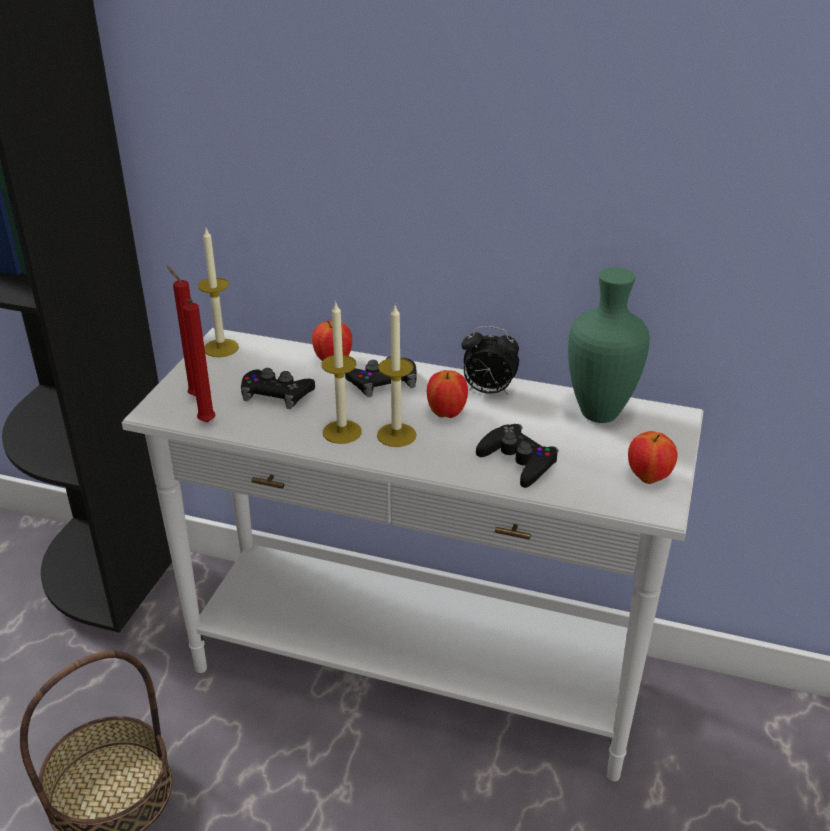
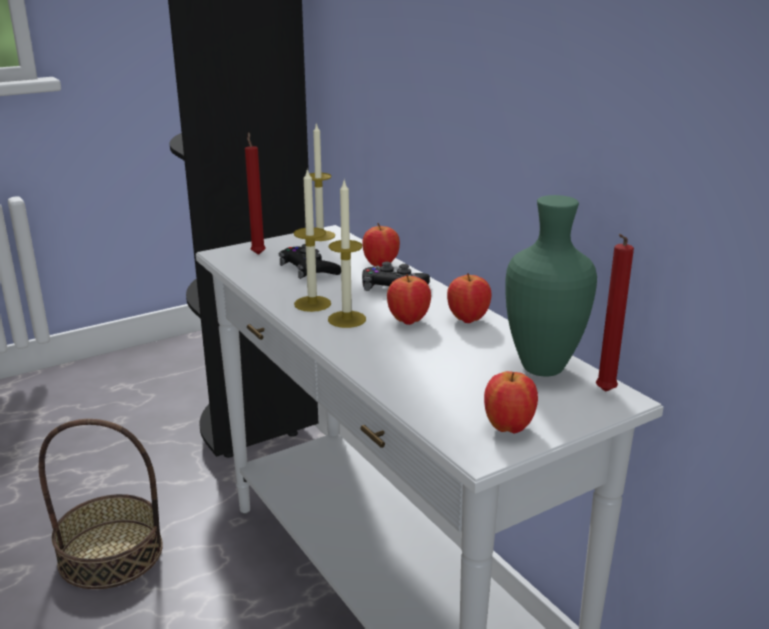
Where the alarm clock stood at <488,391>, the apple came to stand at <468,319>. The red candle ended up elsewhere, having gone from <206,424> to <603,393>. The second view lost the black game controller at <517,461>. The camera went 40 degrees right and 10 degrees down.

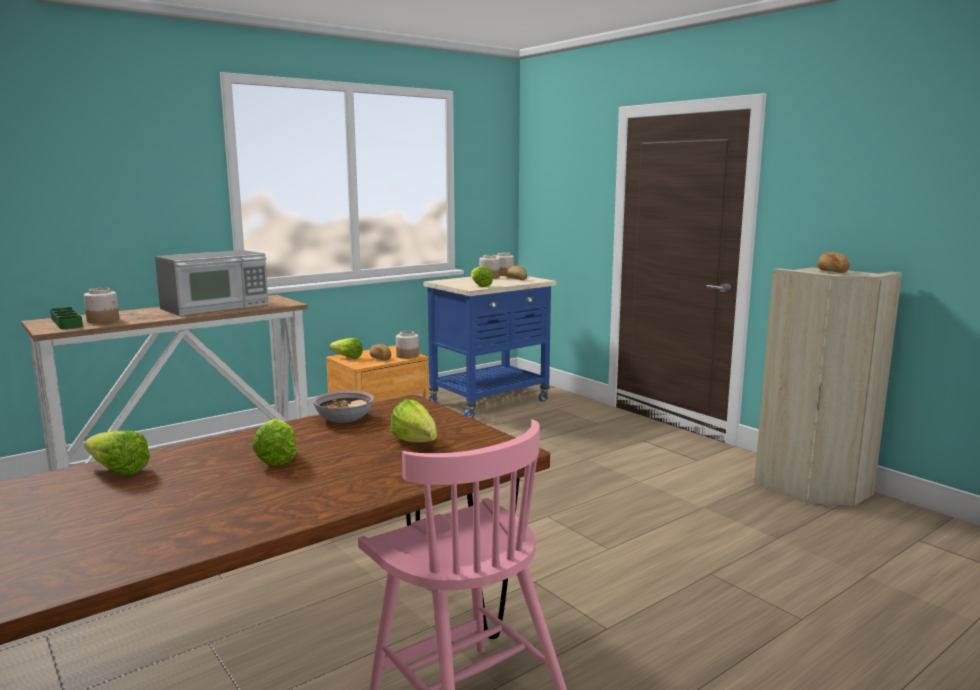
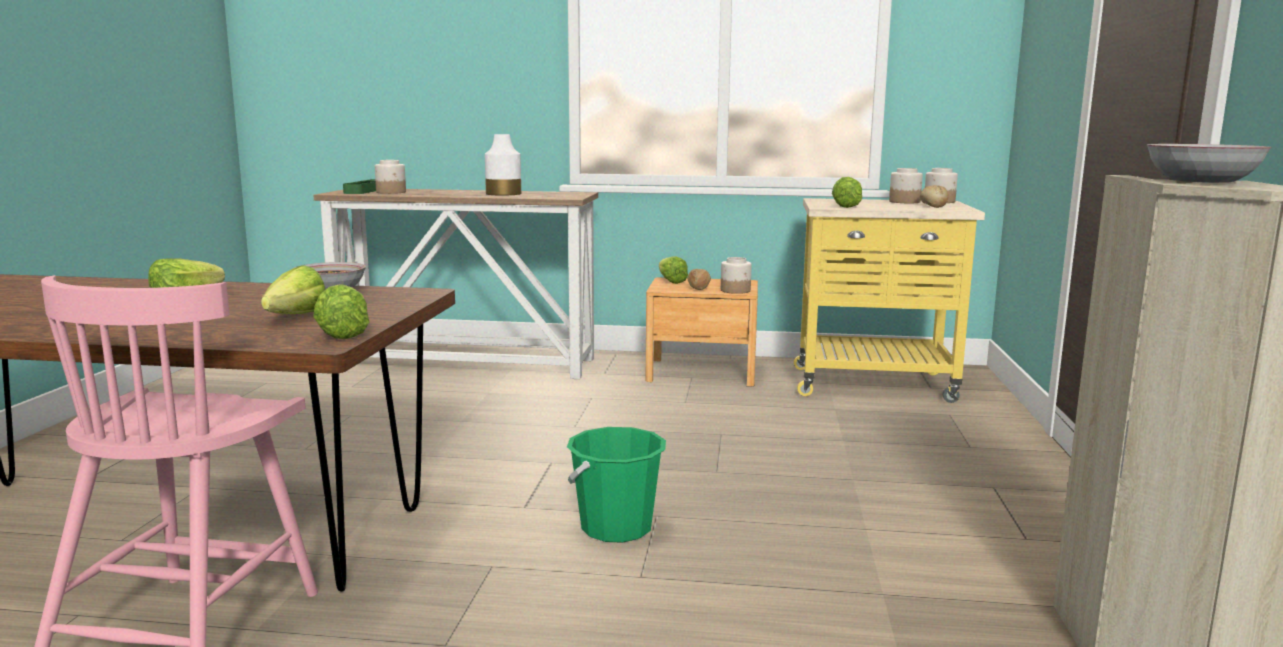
The lettuce ended up elsewhere, having gone from <115,469> to <344,332>. Where the microwave stood at <216,307>, the white vase came to stand at <504,193>. The second view gained the green bucket at <616,527>. What was the blue cart at <489,401> turned into the yellow cart at <874,384>. Where the bread stood at <832,272>, the bowl came to stand at <1201,182>. The camera went 45 degrees right and 0 degrees up.

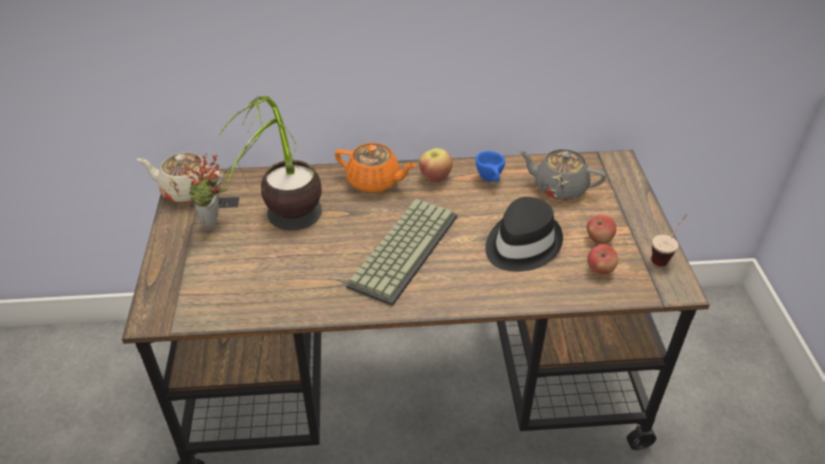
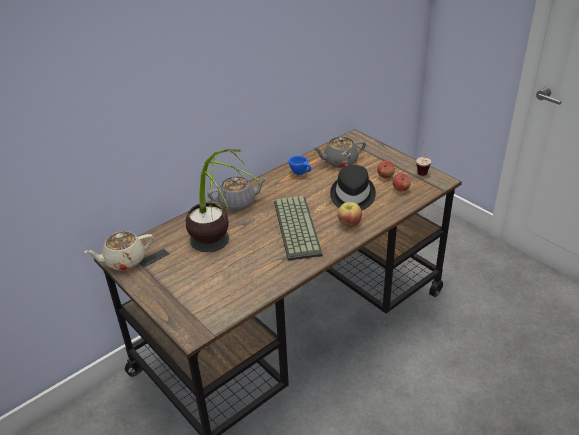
What was the orange teapot at <374,182> turned into the grey teapot at <238,203>. The apple ended up elsewhere, having gone from <434,177> to <349,223>. The second view lost the potted plant at <214,223>. The camera went 35 degrees left and 5 degrees down.

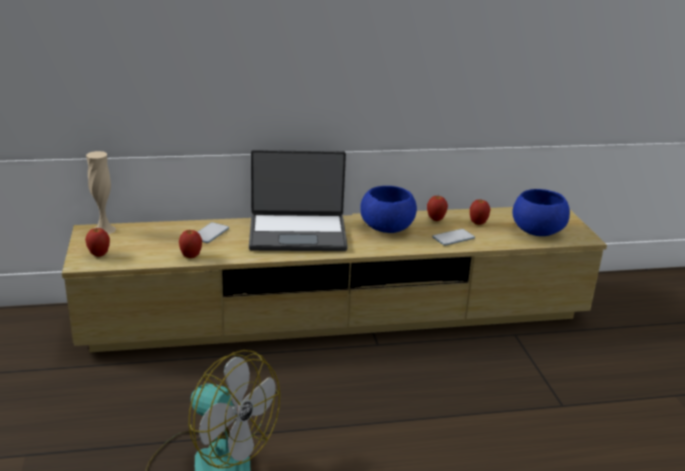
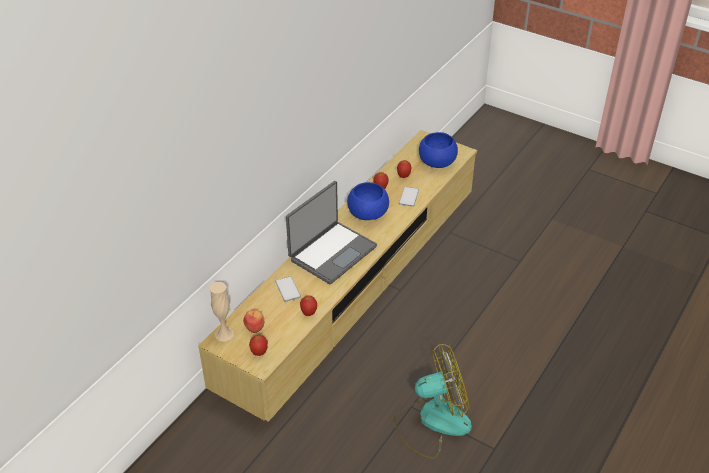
The second view gained the apple at <255,327>. The camera went 45 degrees left and 15 degrees up.

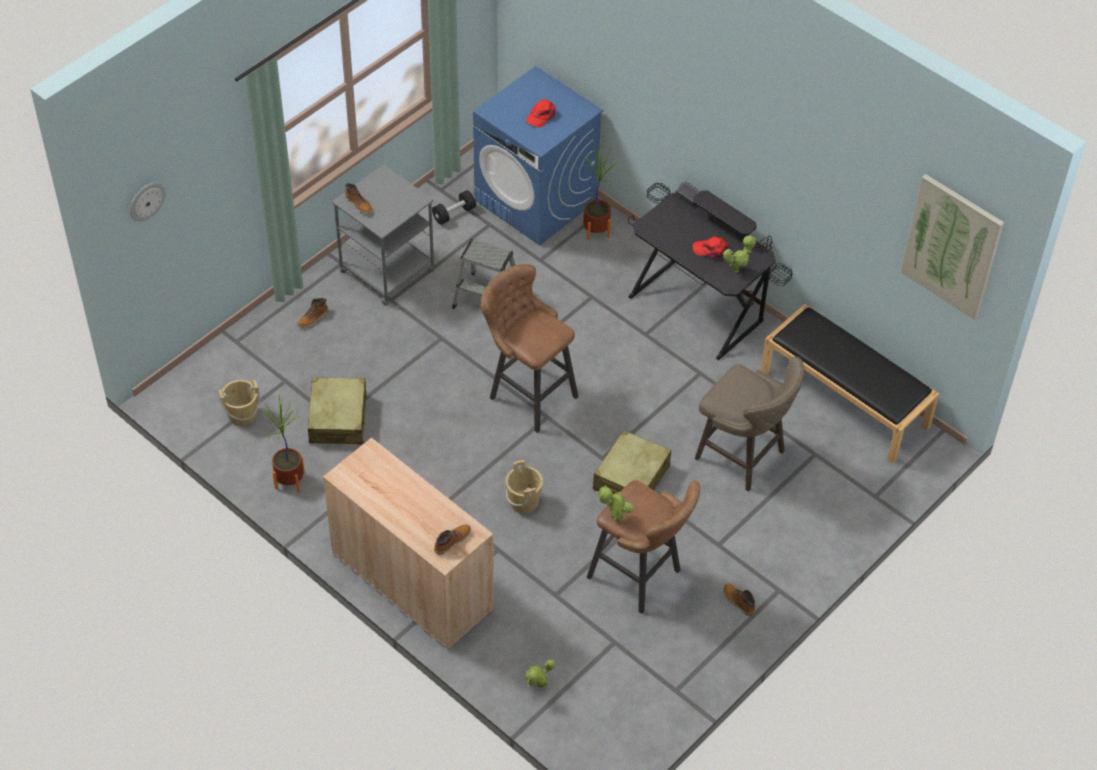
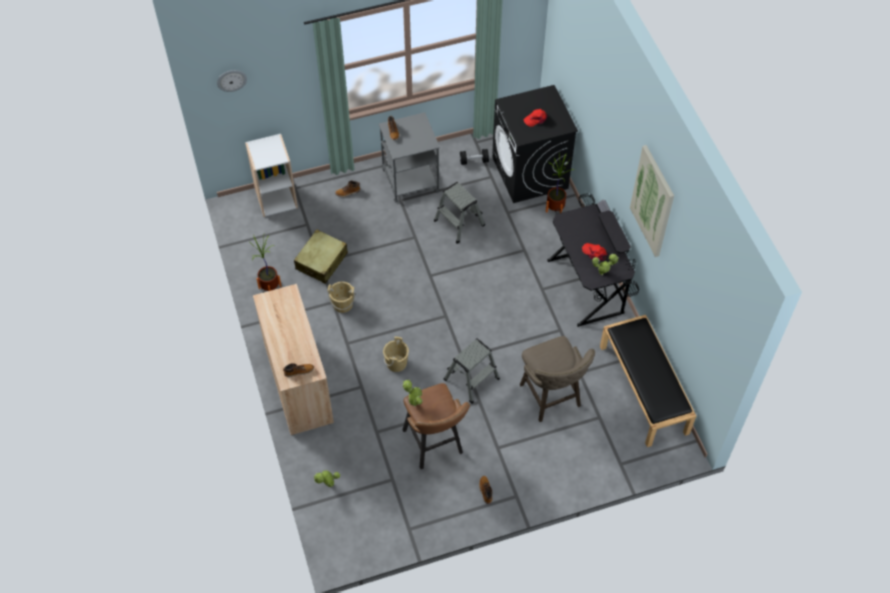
The second view gained the bookcase at <276,198>. The beige bucket ended up elsewhere, having gone from <242,414> to <343,304>. Where the beige suitcase stood at <631,478>, the grey step ladder came to stand at <471,379>. What was the blue washing machine at <536,201> turned into the black washing machine at <530,173>. The picture ended up elsewhere, having gone from <952,246> to <652,201>. The second view lost the brown stool at <526,391>. The camera went 30 degrees right and 5 degrees up.

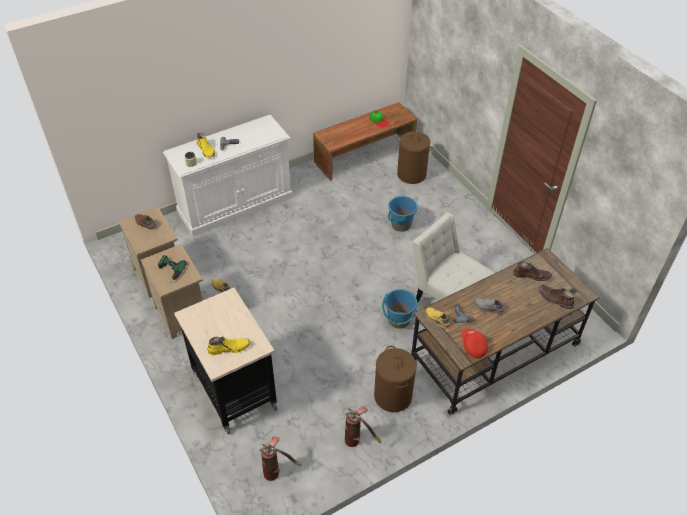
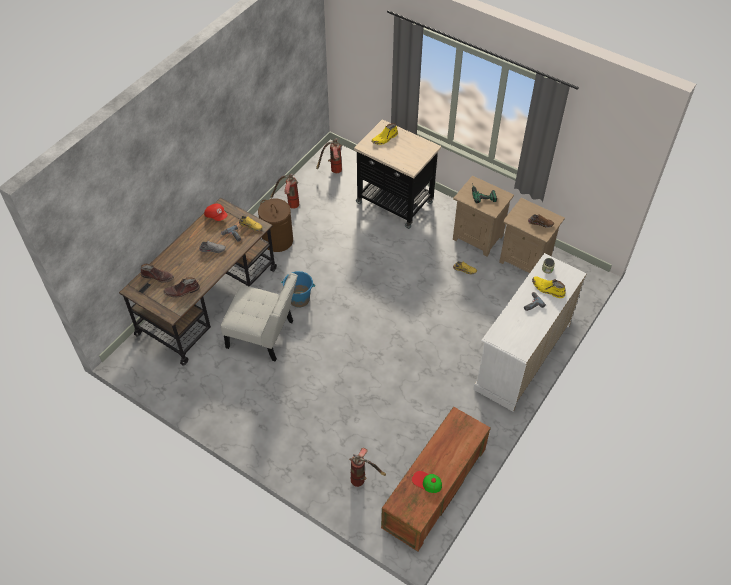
Where the brown laundry basket stood at <412,174>, the fire extinguisher came to stand at <363,478>. The second view lost the blue bucket at <401,224>. The camera went 155 degrees right and 5 degrees up.

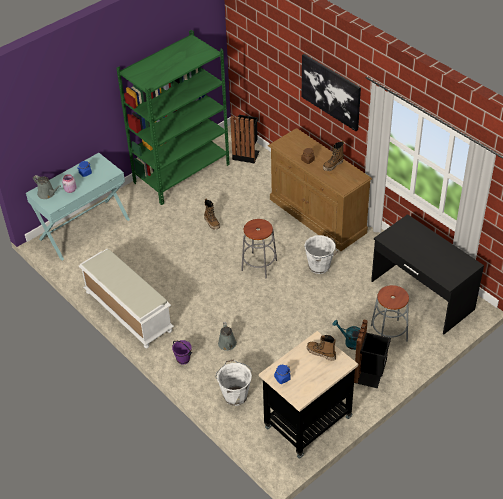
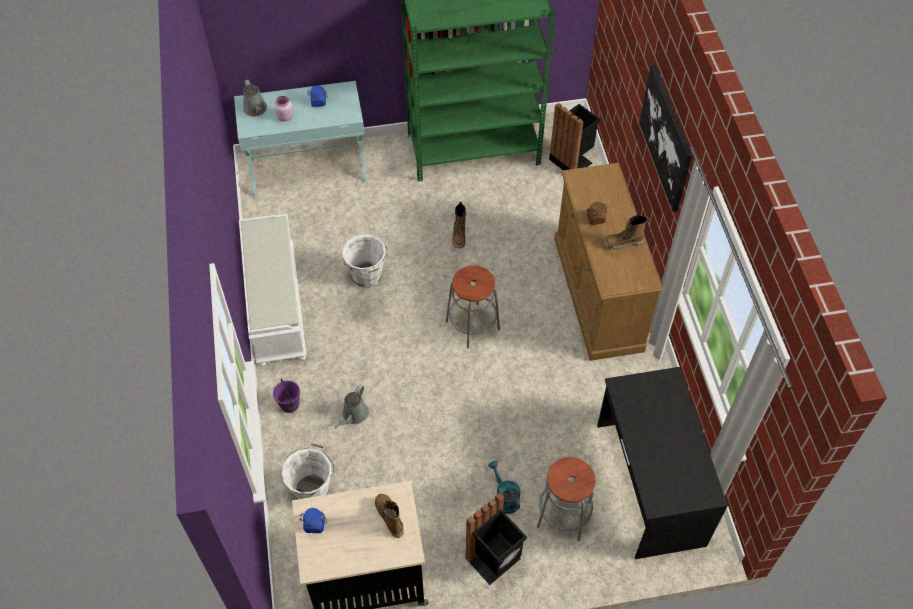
The white bucket ended up elsewhere, having gone from <320,266> to <367,277>. The camera went 30 degrees right and 10 degrees up.

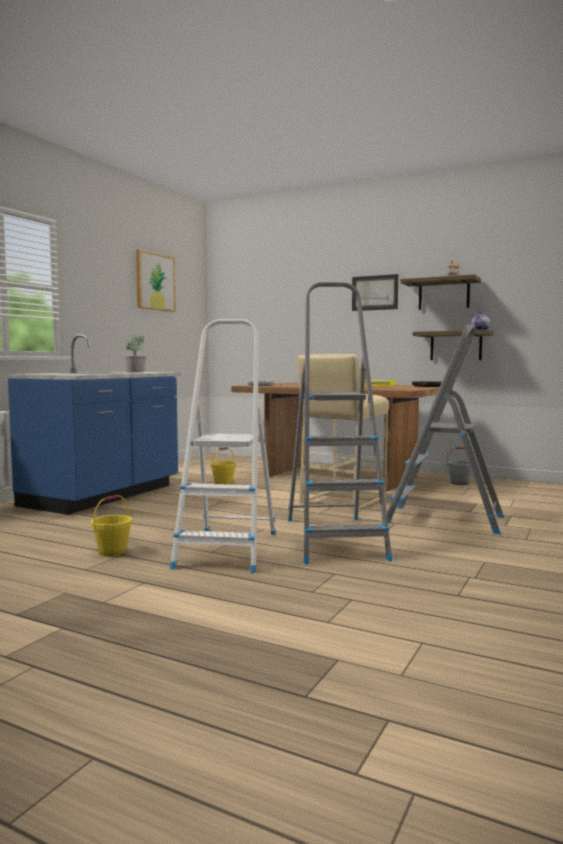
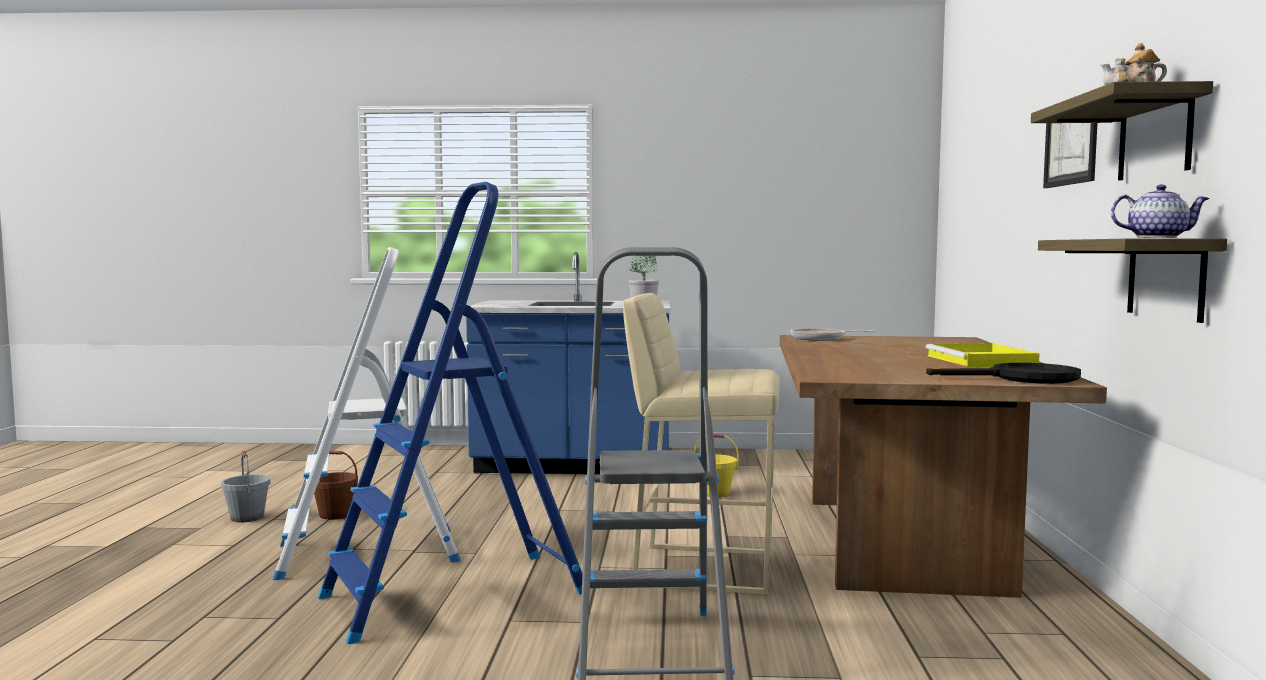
The grey bucket ended up elsewhere, having gone from <459,483> to <247,518>. What was the yellow bucket at <112,552> turned into the brown bucket at <335,515>. What was the grey step ladder at <334,538> turned into the blue step ladder at <452,595>. The second view lost the picture at <155,281>. The camera went 65 degrees right and 0 degrees up.

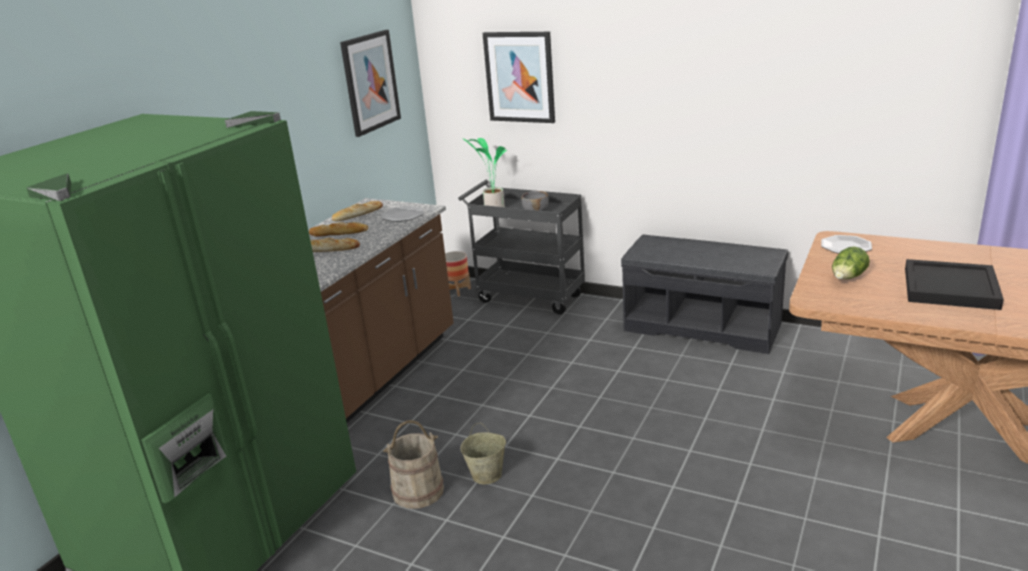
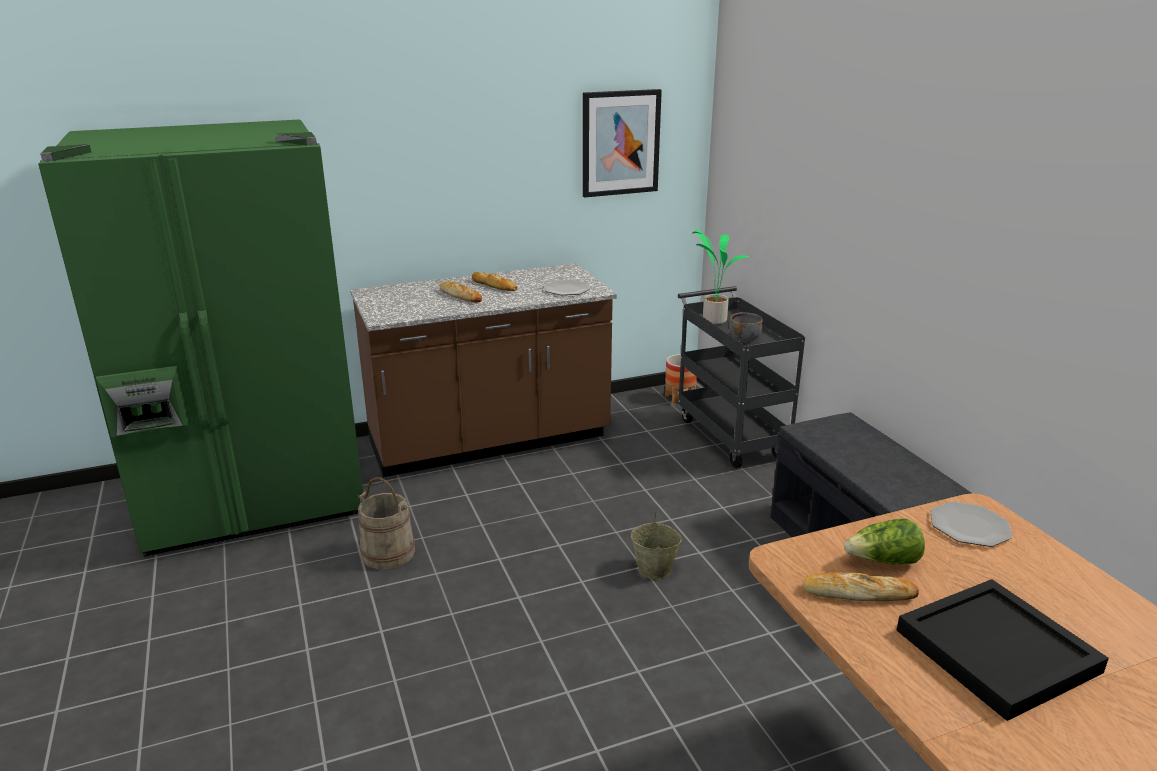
The beige bucket ended up elsewhere, having gone from <487,474> to <655,569>. The bread ended up elsewhere, having gone from <357,214> to <858,593>. The second view lost the picture at <520,77>. The camera went 40 degrees right and 0 degrees up.

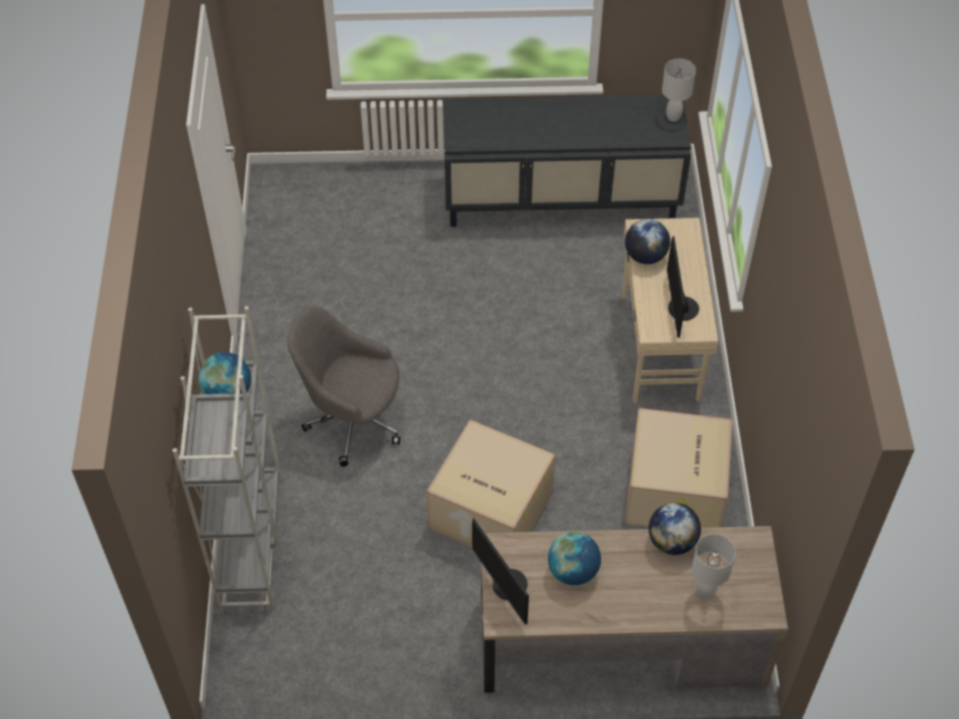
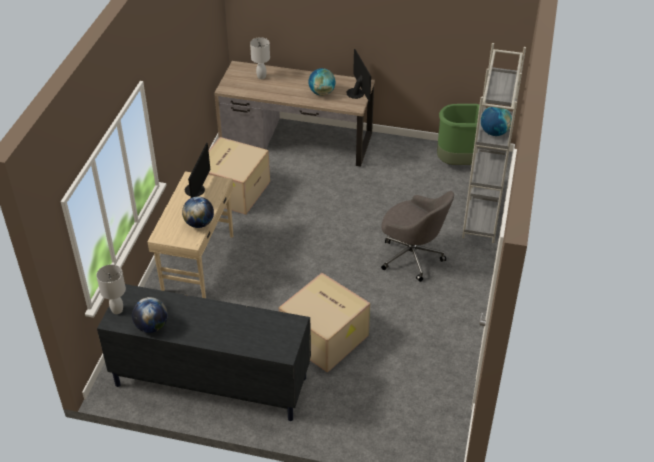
The globe ended up elsewhere, having gone from <672,541> to <152,326>. The cardboard box ended up elsewhere, having gone from <488,511> to <326,337>. The second view gained the green trash can at <457,163>. The camera went 165 degrees left and 10 degrees down.

